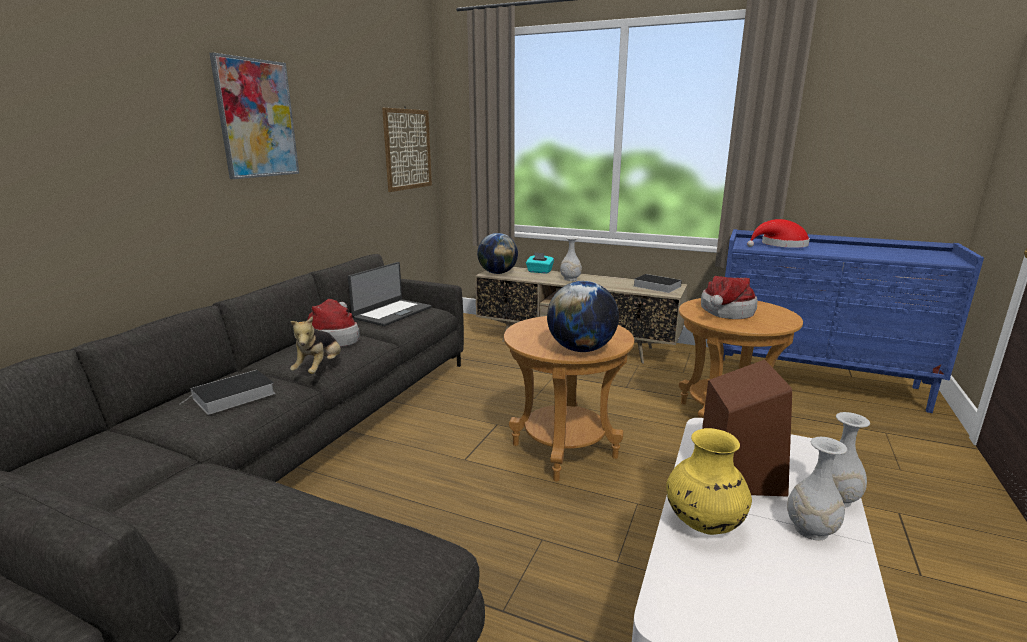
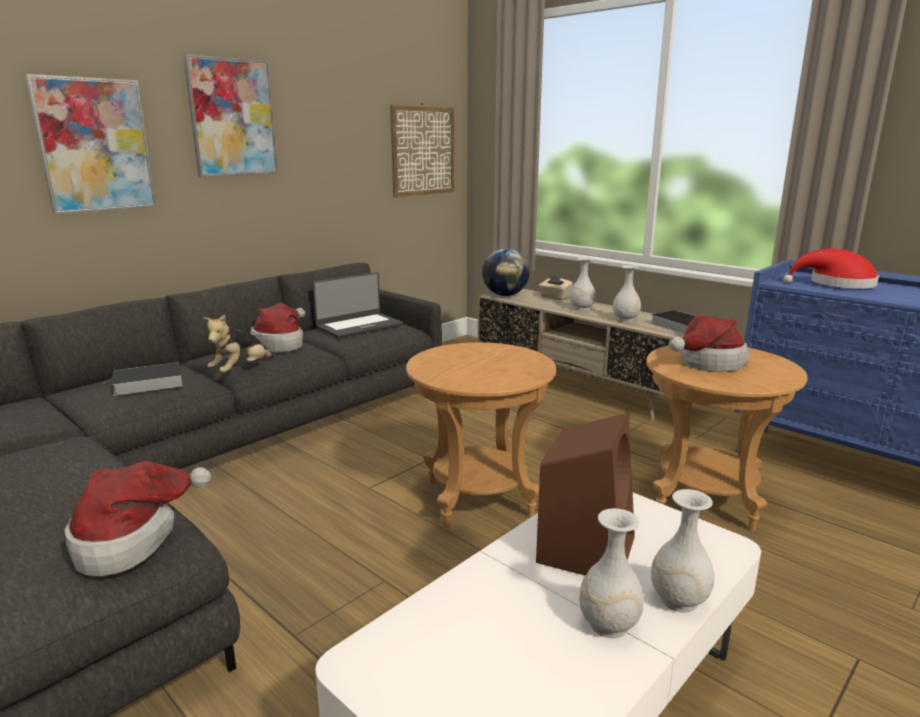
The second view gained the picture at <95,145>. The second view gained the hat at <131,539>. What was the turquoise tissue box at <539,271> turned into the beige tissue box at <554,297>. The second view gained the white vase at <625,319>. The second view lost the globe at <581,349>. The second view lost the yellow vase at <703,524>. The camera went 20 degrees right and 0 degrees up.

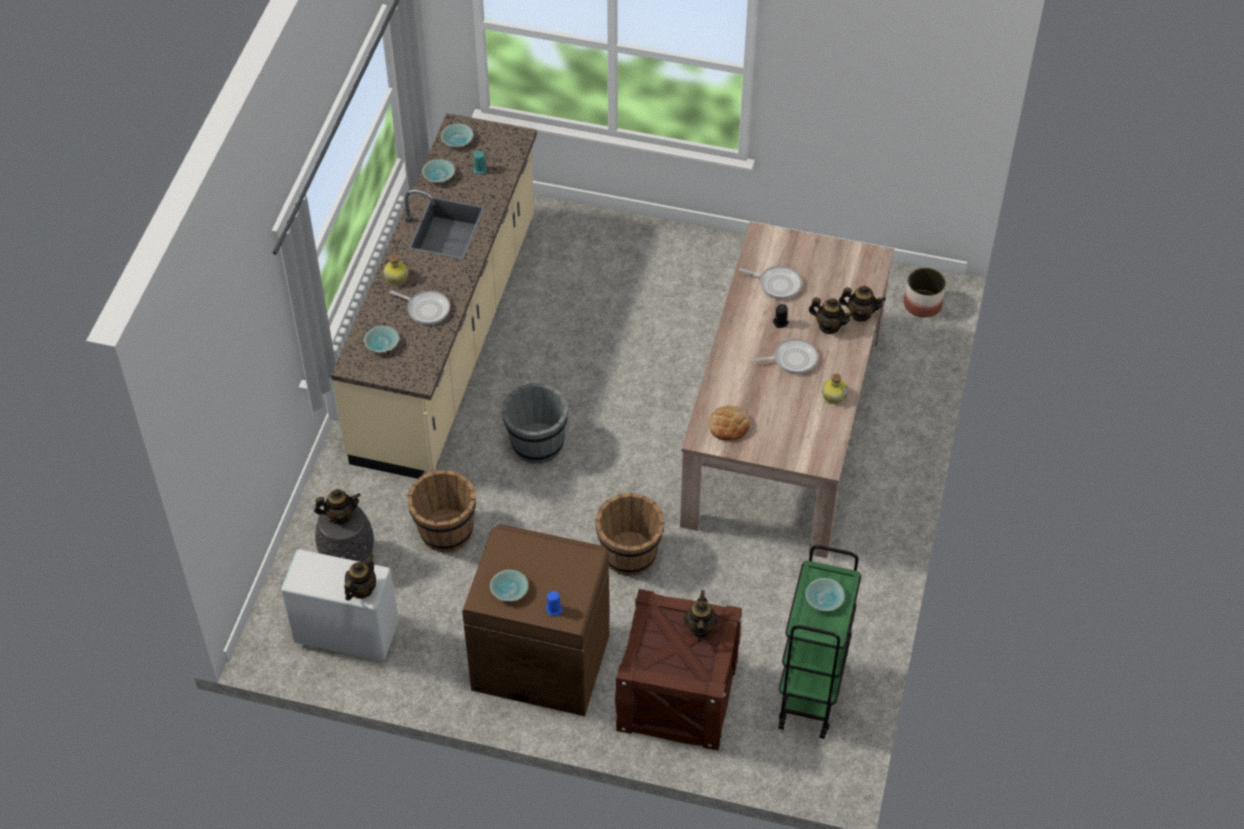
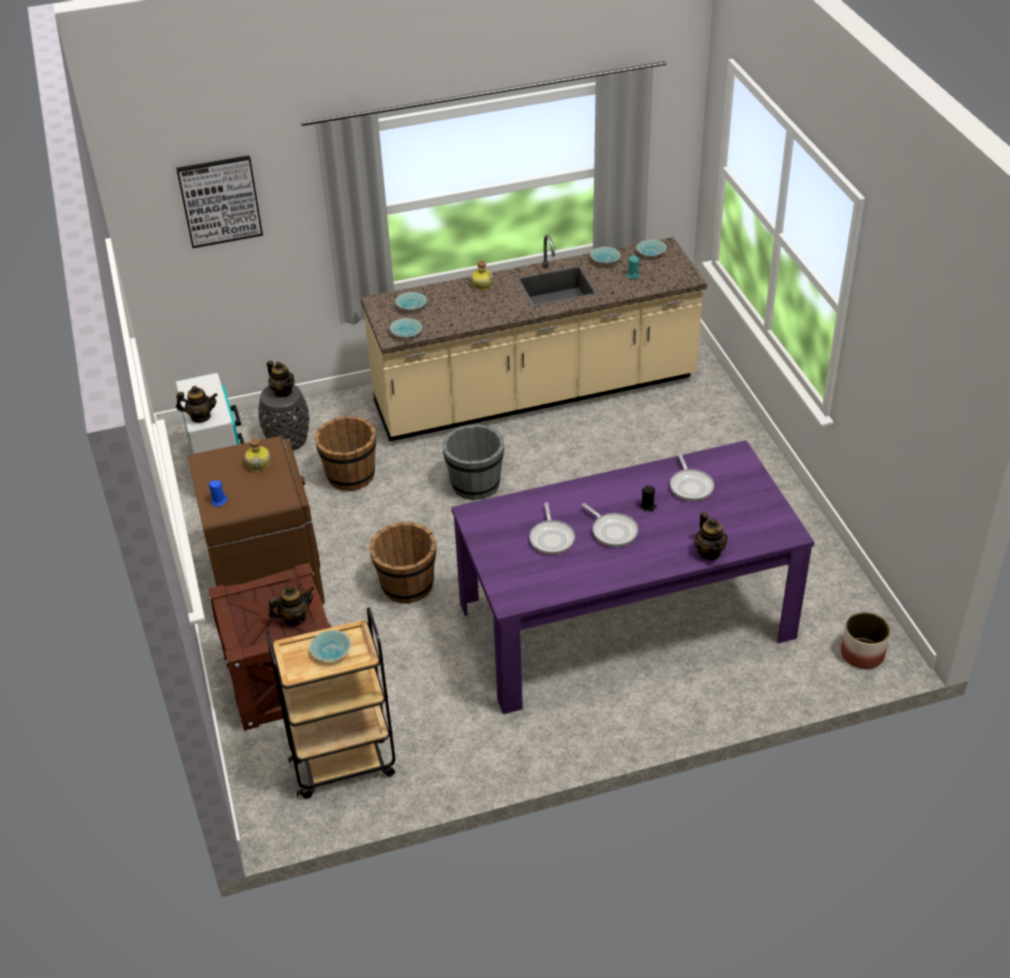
The second view gained the picture at <220,200>. The bottle ended up elsewhere, having gone from <833,395> to <259,464>. What was the green cart at <812,695> turned into the brown cart at <343,769>. The turquoise bowl ended up elsewhere, having gone from <508,589> to <406,332>. What was the beige dining table at <783,426> turned into the purple dining table at <625,620>. The frying pan ended up elsewhere, having gone from <426,309> to <552,538>. The second view lost the bread at <729,426>. The second view lost the teapot at <829,326>. The camera went 60 degrees right and 10 degrees down.

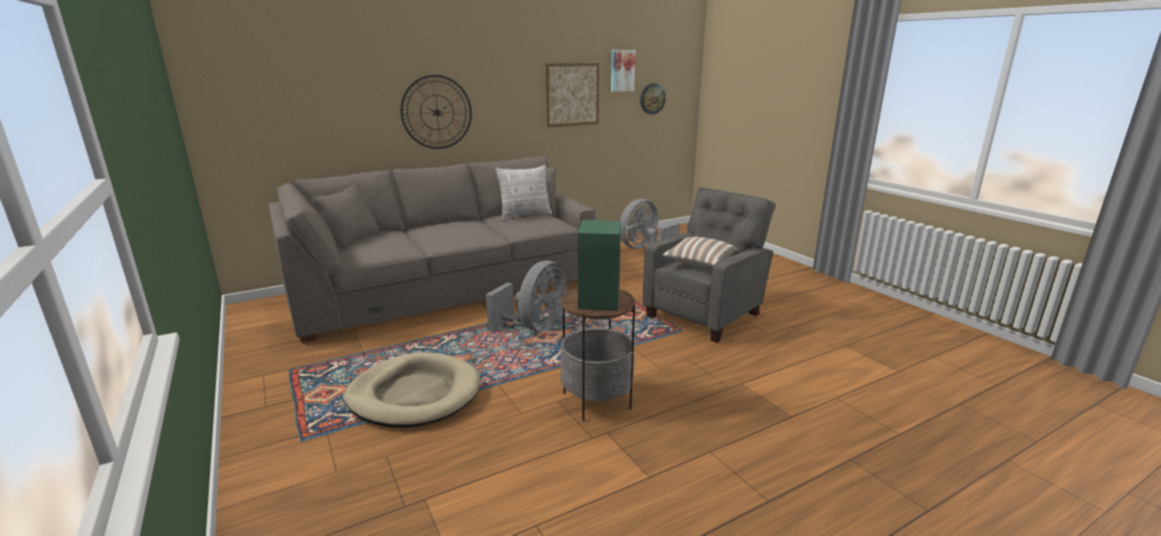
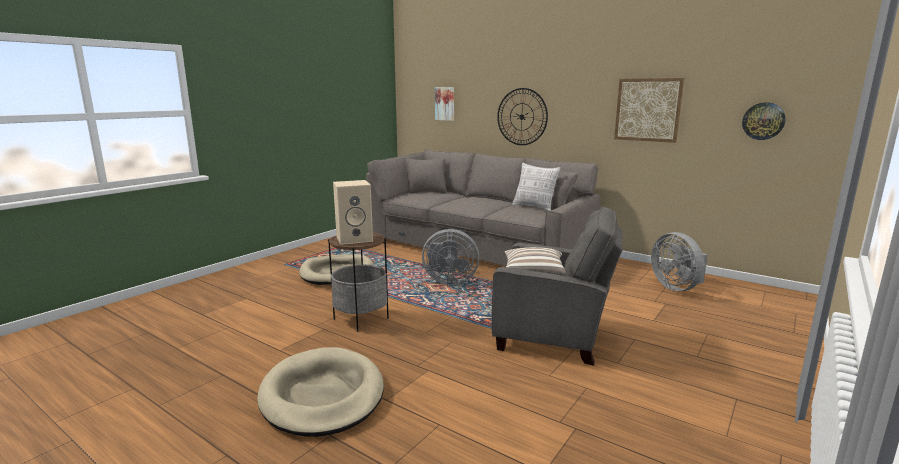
The second view gained the beige dog bed at <322,395>. What was the green speaker at <598,300> turned into the beige speaker at <355,238>. The picture ended up elsewhere, having gone from <622,70> to <445,103>. The grey fan at <644,249> ended up facing another way, 135 degrees counterclockwise from before. The camera went 65 degrees right and 5 degrees down.

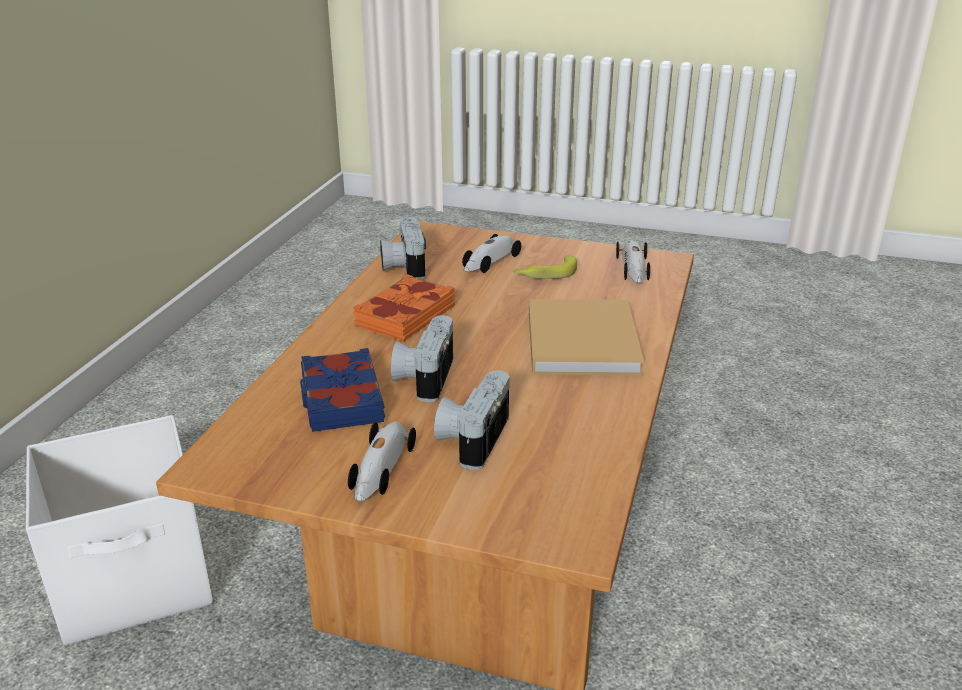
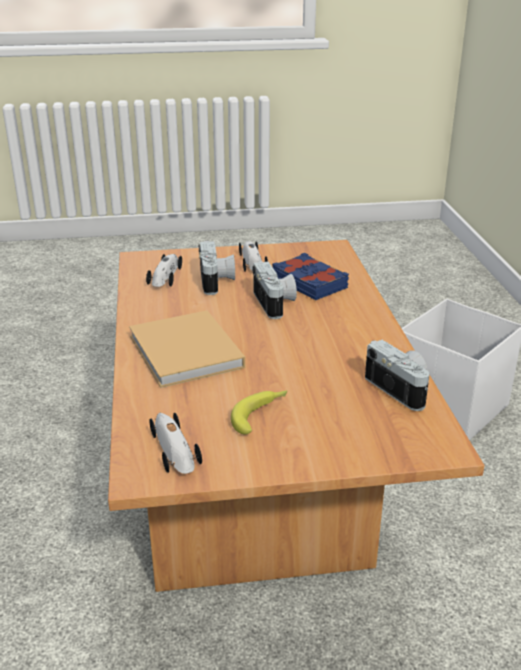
The toy car ended up elsewhere, having gone from <490,261> to <166,275>. The second view lost the orange book at <404,316>. The camera went 155 degrees right and 0 degrees up.

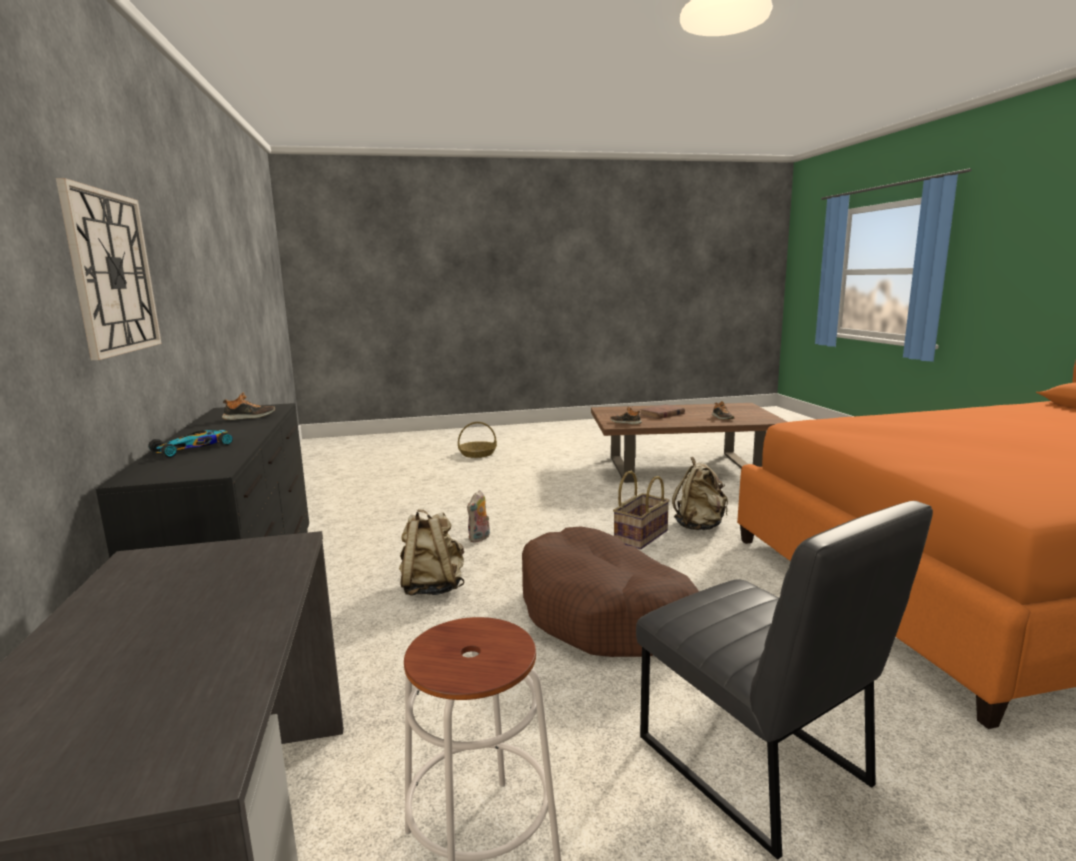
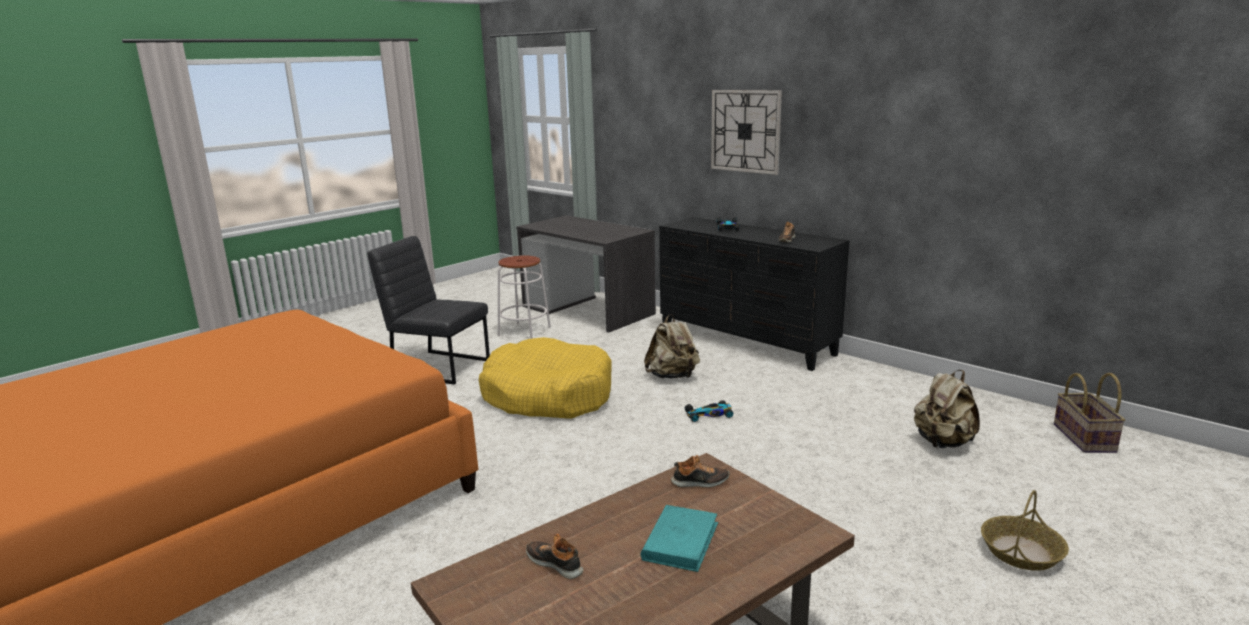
What was the brown dog bed at <604,612> turned into the yellow dog bed at <548,395>. What was the brown book at <661,414> turned into the turquoise book at <680,541>. Where the plush toy stood at <480,538>, the toy car came to stand at <710,414>. The beige backpack ended up elsewhere, having gone from <699,526> to <943,442>. The basket ended up elsewhere, having gone from <640,536> to <1085,438>. The camera went 145 degrees right and 5 degrees up.

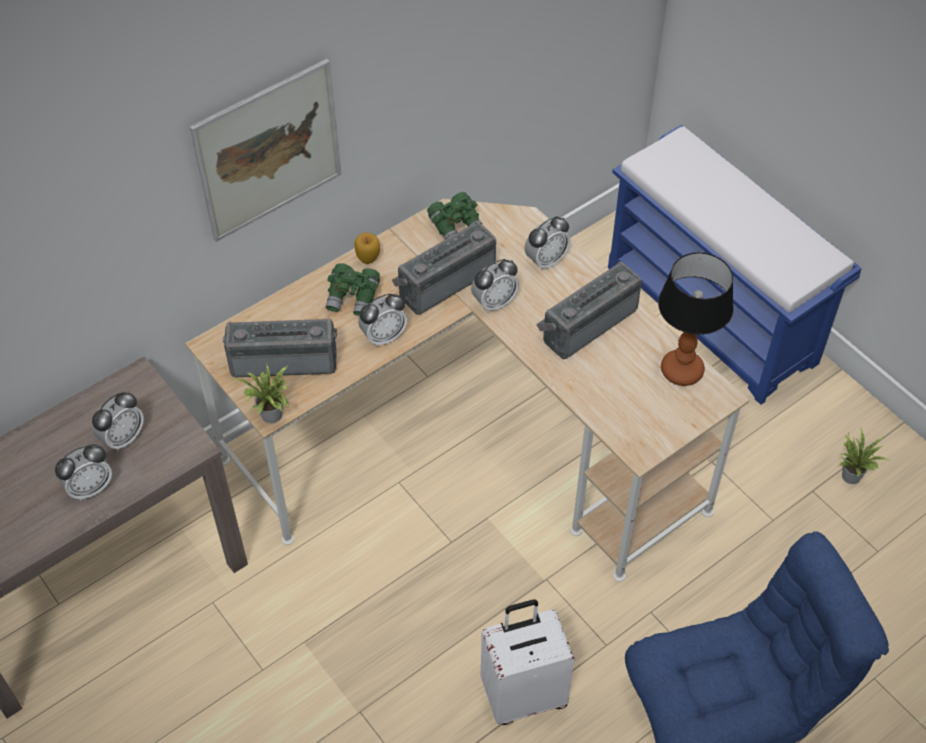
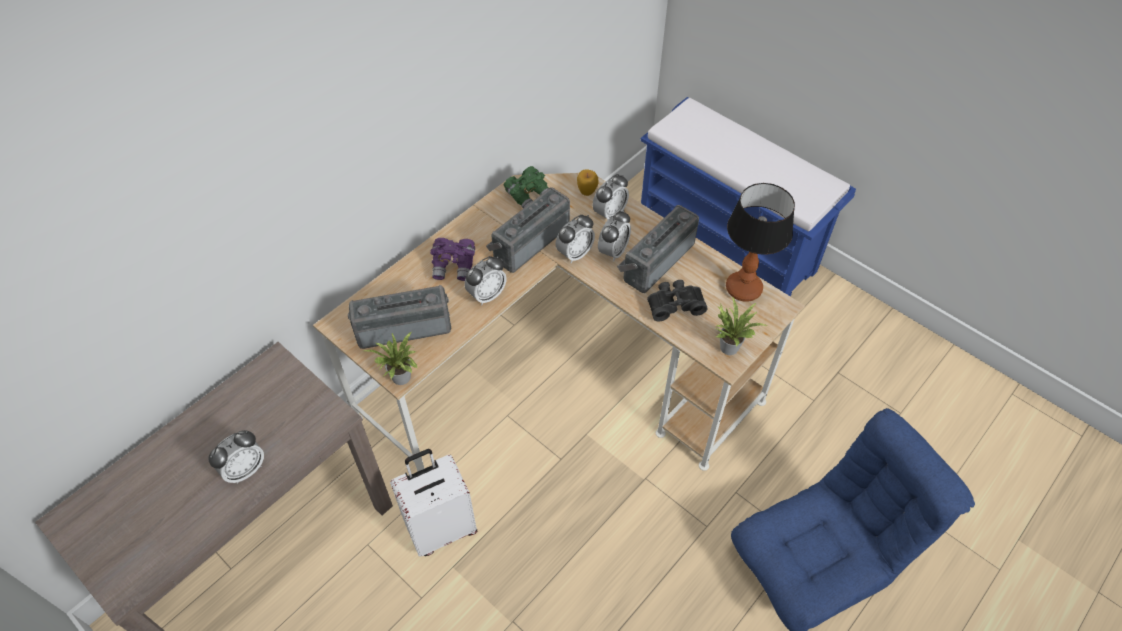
The white suitcase ended up elsewhere, having gone from <524,694> to <441,527>. What was the green binoculars at <353,298> turned into the purple binoculars at <454,266>. The apple ended up elsewhere, having gone from <368,258> to <587,191>. The alarm clock ended up elsewhere, having gone from <123,438> to <613,251>. The second view gained the black binoculars at <674,304>. The potted plant ended up elsewhere, having gone from <851,474> to <729,345>. The second view lost the picture at <269,150>. The camera went 10 degrees left and 0 degrees up.

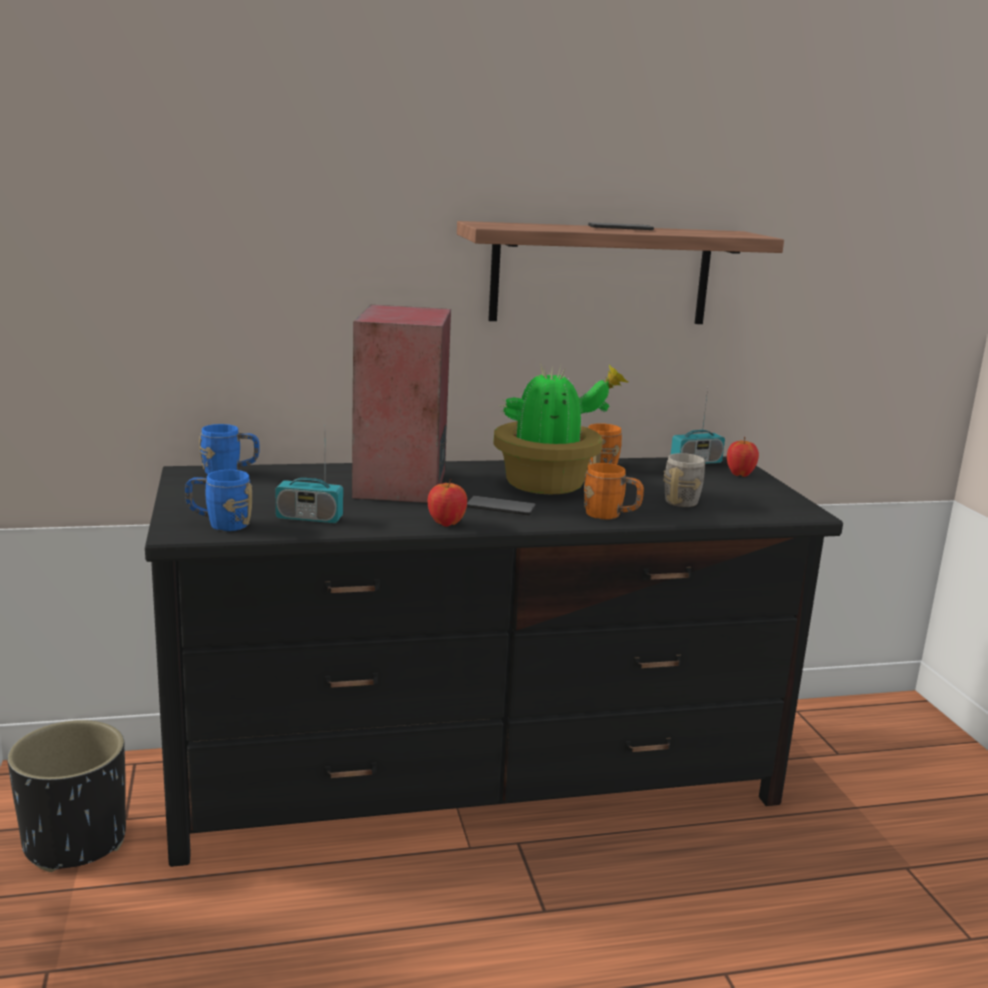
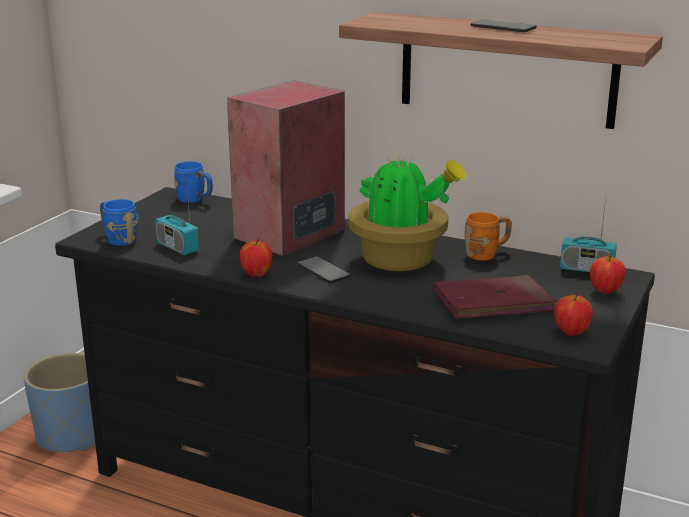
What was the black planter at <76,841> turned into the blue planter at <71,436>. Where the grey mug stood at <685,500>, the red book came to stand at <493,303>. The second view gained the apple at <571,333>. The second view lost the orange mug at <610,516>. The camera went 40 degrees right and 5 degrees up.

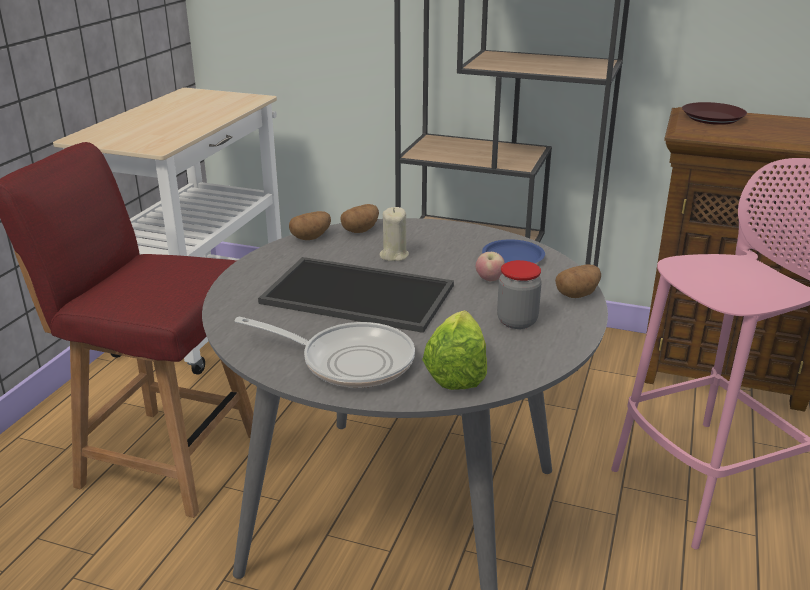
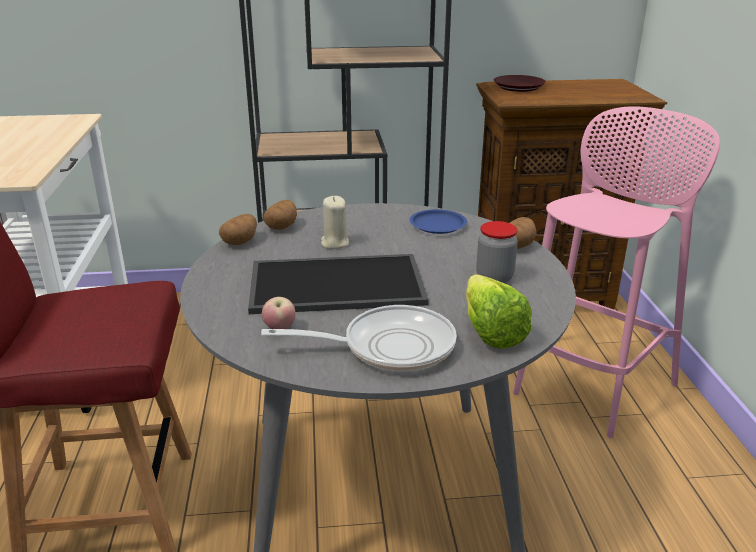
The apple ended up elsewhere, having gone from <489,280> to <279,328>. The camera went 25 degrees left and 0 degrees up.

